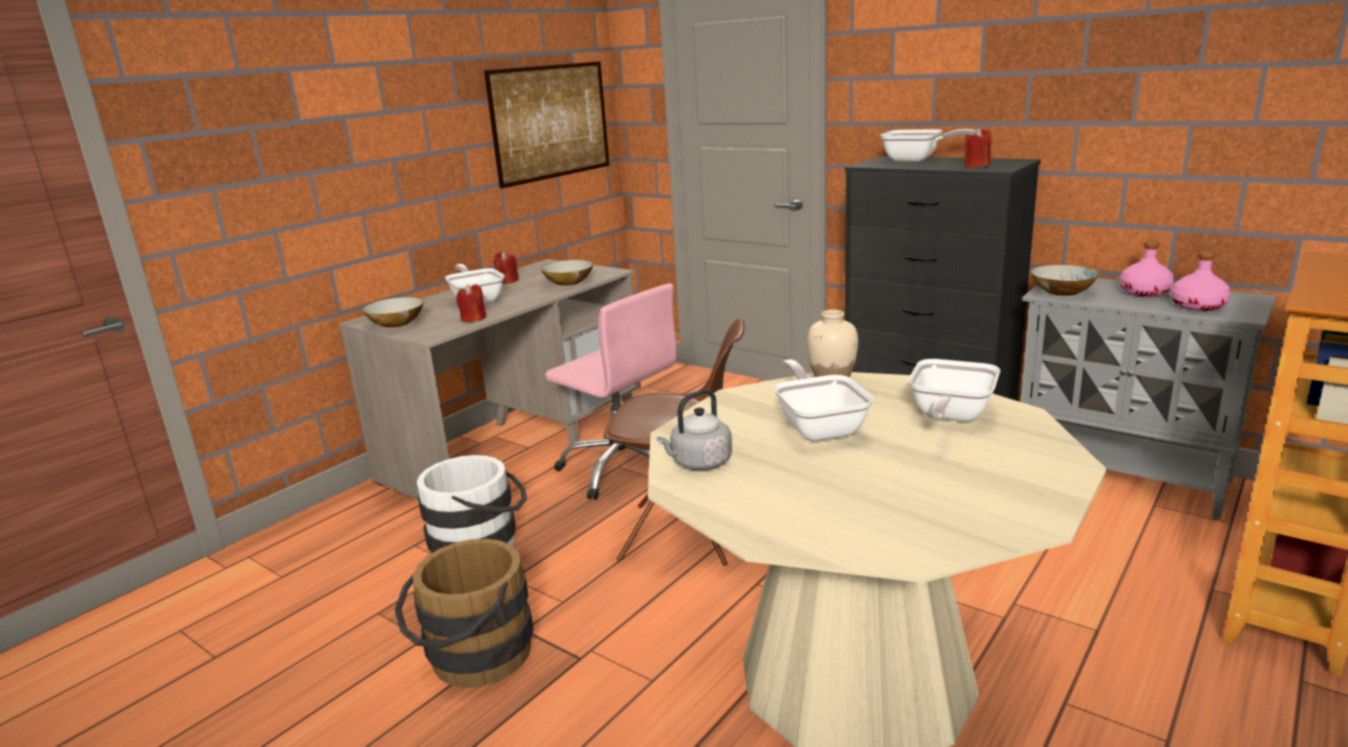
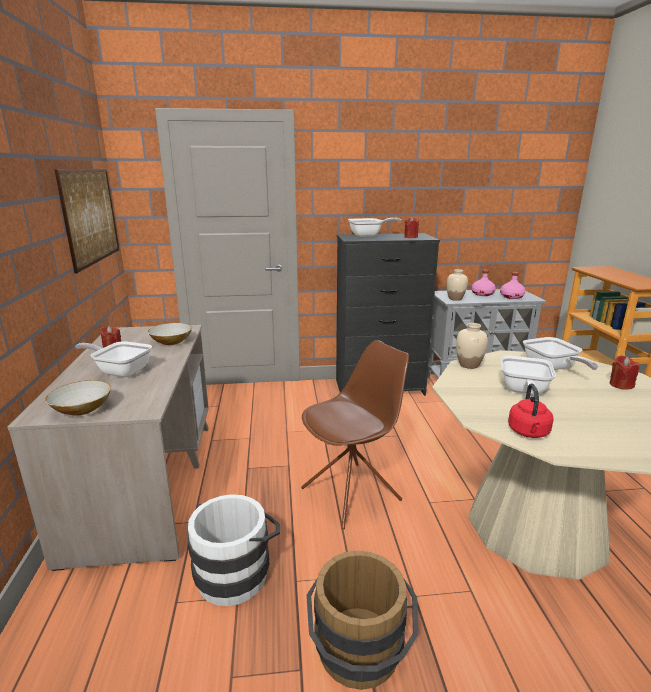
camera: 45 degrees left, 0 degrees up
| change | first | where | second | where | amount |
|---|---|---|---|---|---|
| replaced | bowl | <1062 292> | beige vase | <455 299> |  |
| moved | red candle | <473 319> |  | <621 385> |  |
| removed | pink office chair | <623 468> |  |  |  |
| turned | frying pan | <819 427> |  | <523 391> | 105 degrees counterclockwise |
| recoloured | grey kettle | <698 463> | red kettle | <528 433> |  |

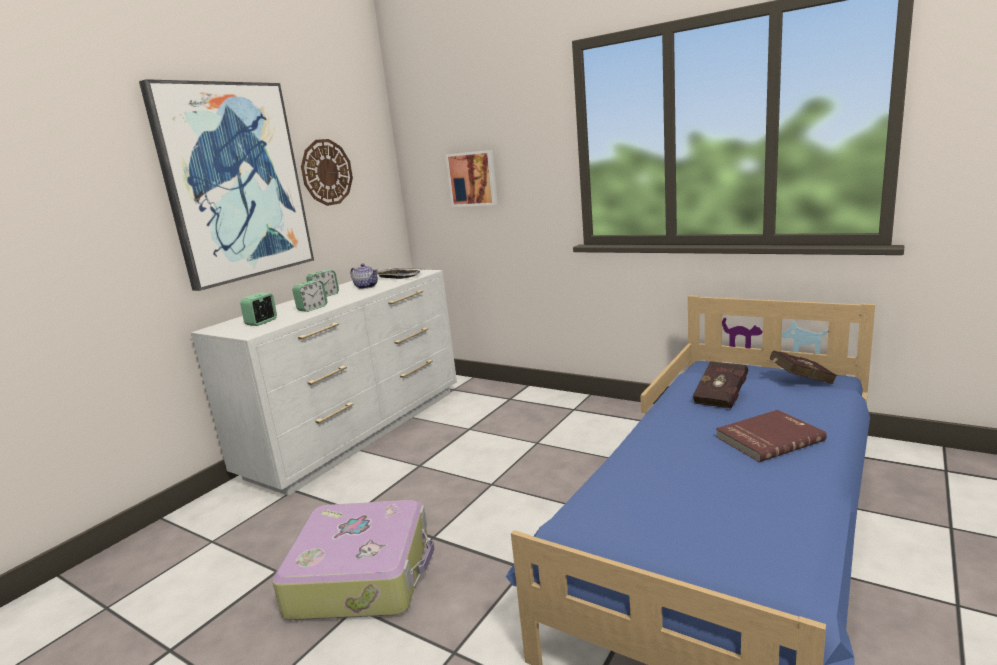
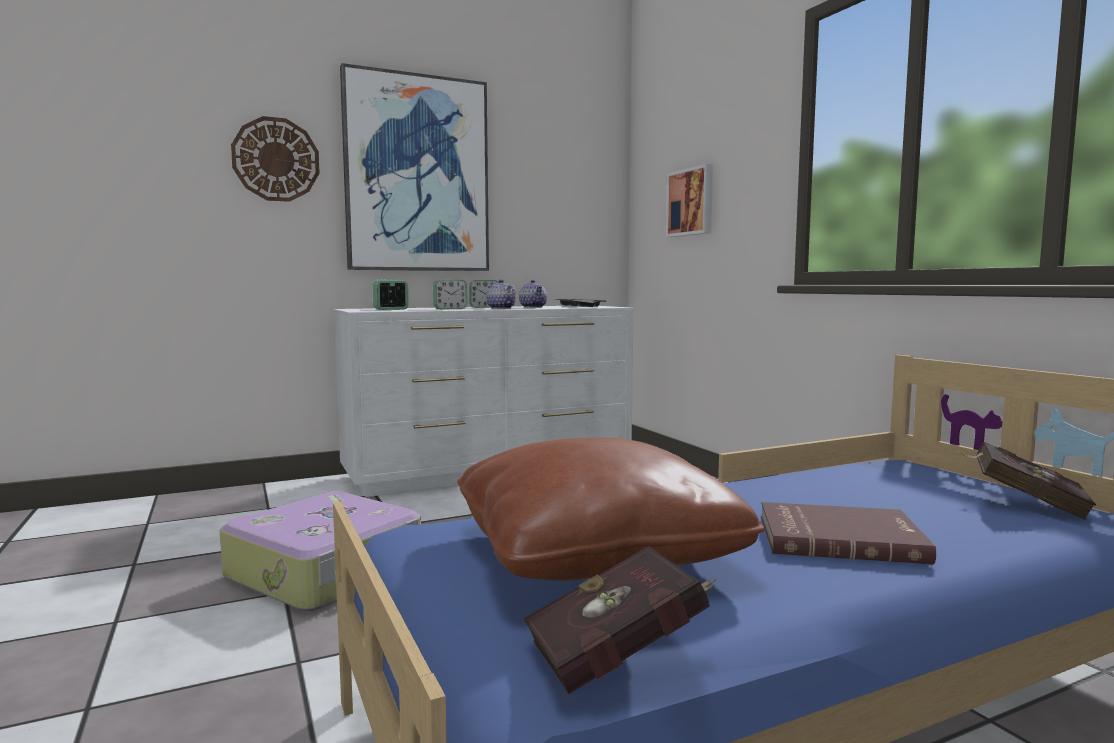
camera: 30 degrees right, 10 degrees down
| change | first | where | second | where | amount |
|---|---|---|---|---|---|
| moved | wall clock | <326 172> |  | <276 159> |  |
| moved | red book | <722 397> |  | <621 657> |  |
| added |  |  | teapot | <501 308> |  |
| added |  |  | brown pillow | <594 552> |  |

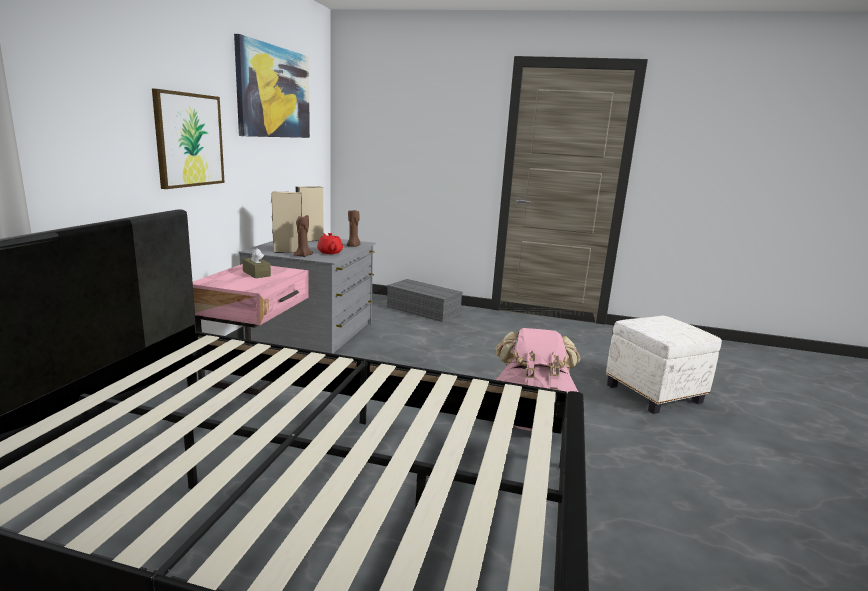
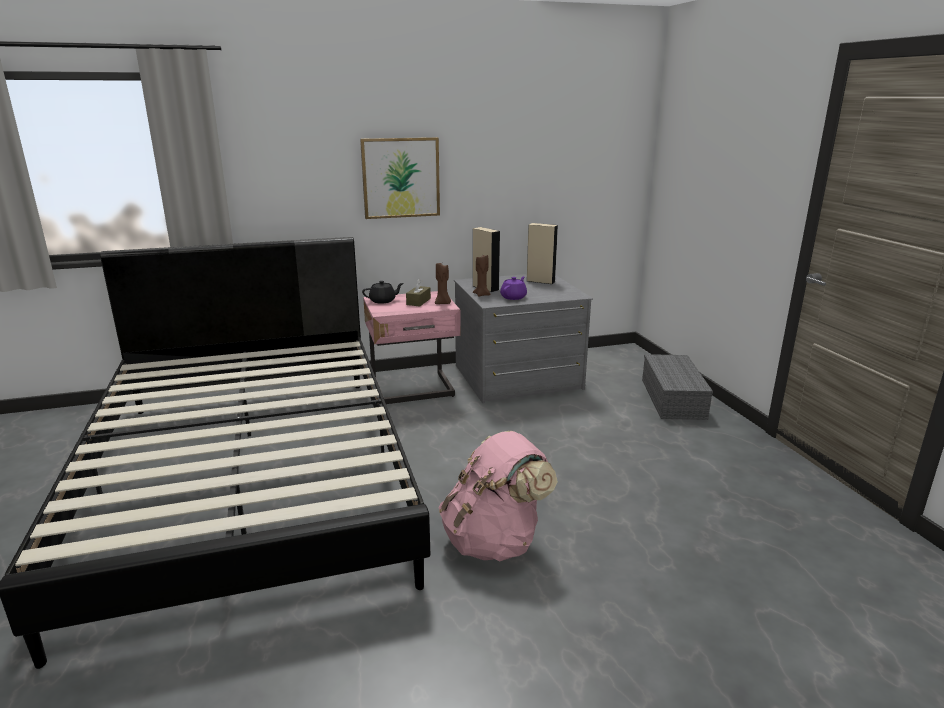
camera: 60 degrees right, 5 degrees up
| change | first | where | second | where | amount |
|---|---|---|---|---|---|
| removed | picture | <274 92> |  |  |  |
| moved | brown candle | <353 246> |  | <443 303> |  |
| recoloured | red teapot | <330 252> | purple teapot | <514 297> |  |
| removed | white ottoman | <654 393> |  |  |  |
| added |  |  | black teapot | <383 301> |  |

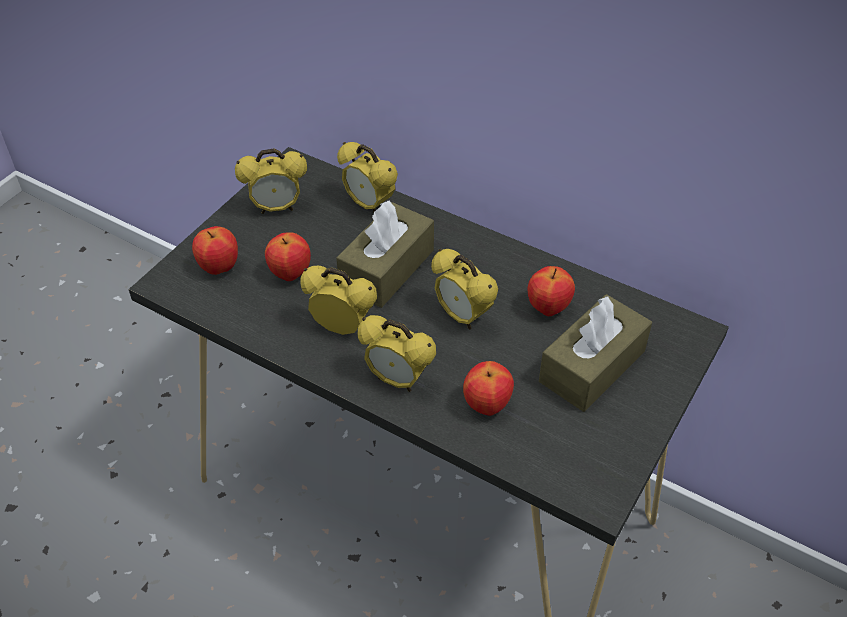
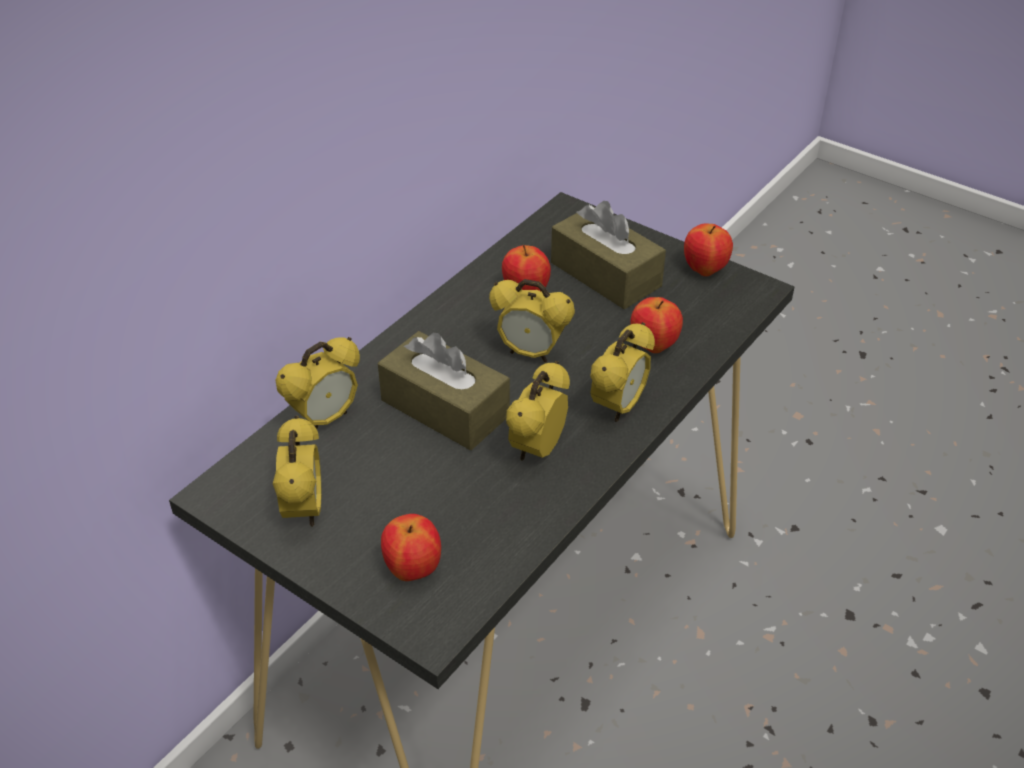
camera: 85 degrees left, 5 degrees down
| change | first | where | second | where | amount |
|---|---|---|---|---|---|
| moved | apple | <290 274> |  | <704 270> |  |
| turned | alarm clock | <462 317> |  | <531 353> | 60 degrees clockwise |

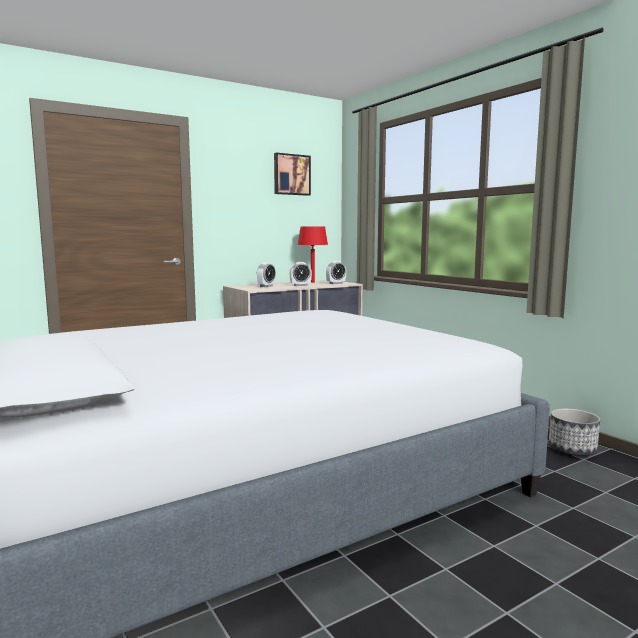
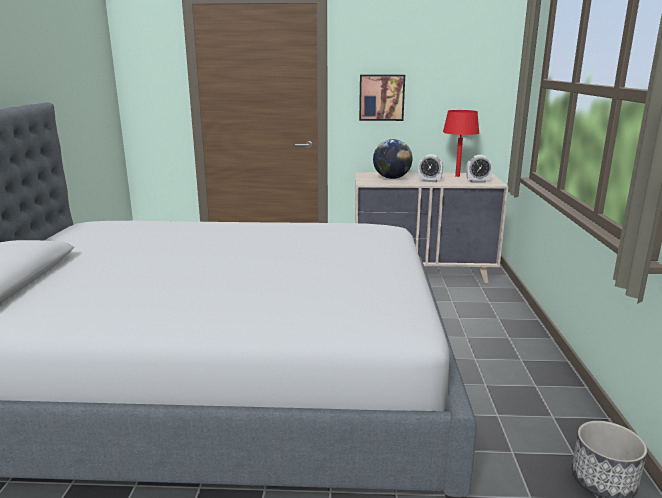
camera: 35 degrees right, 10 degrees up
| change | first | where | second | where | amount |
|---|---|---|---|---|---|
| moved | picture | <291 174> |  | <381 97> |  |
| replaced | alarm clock | <266 286> | globe | <392 178> |  |

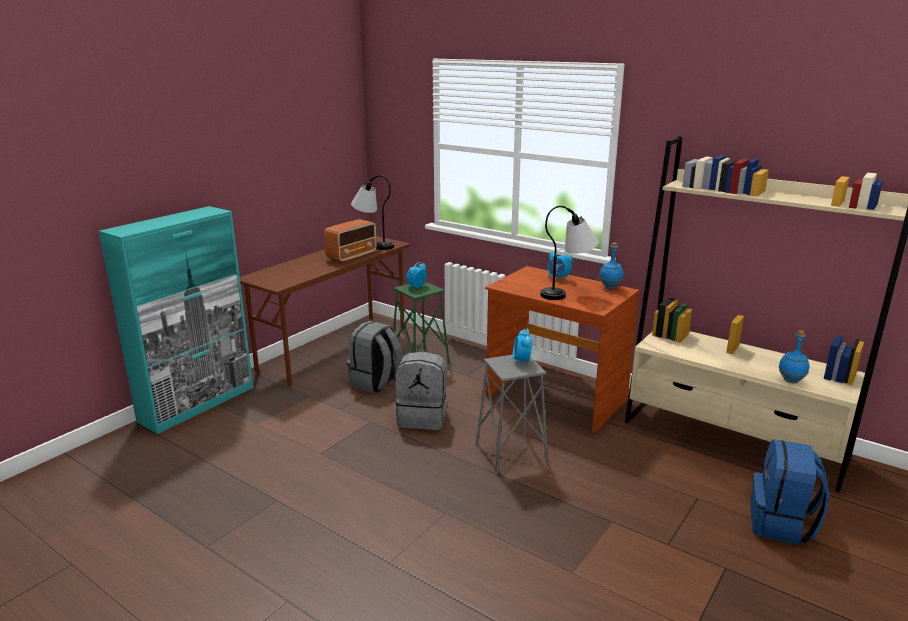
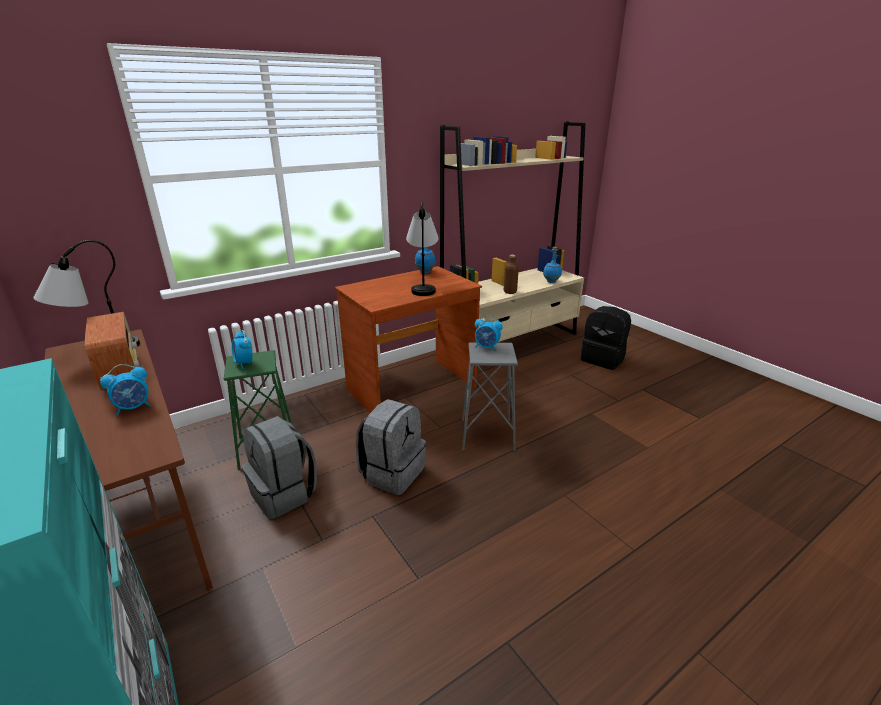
camera: 70 degrees left, 5 degrees up
| change | first | where | second | where | amount |
|---|---|---|---|---|---|
| moved | alarm clock | <558 278> |  | <134 408> |  |
| recoloured | blue backpack | <781 524> | black backpack | <603 359> |  |
| added |  |  | brown bottle | <510 292> |  |

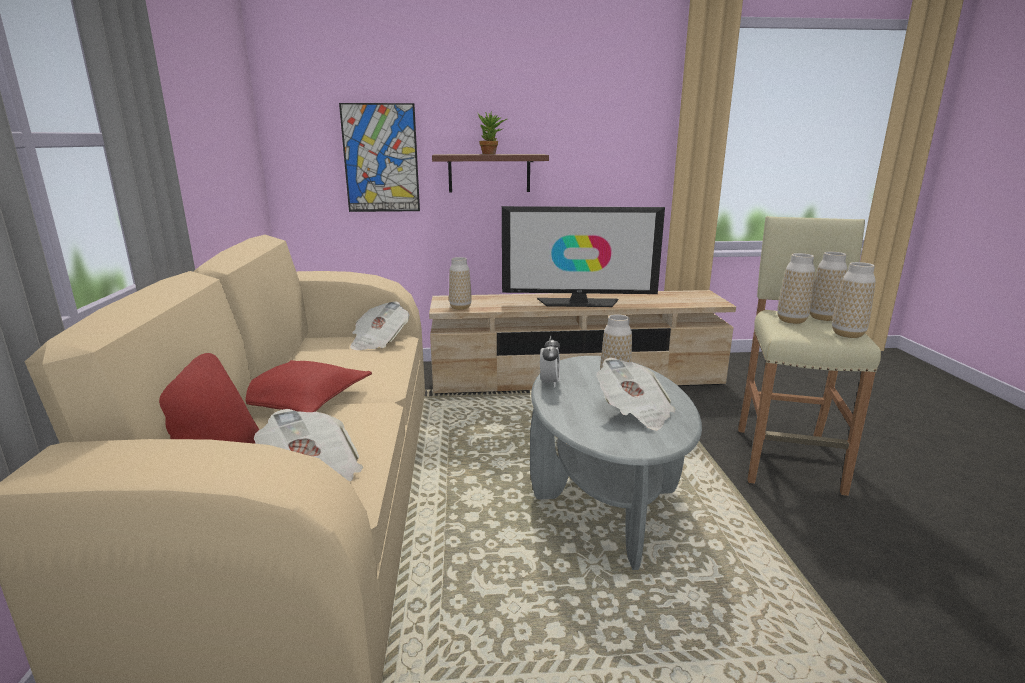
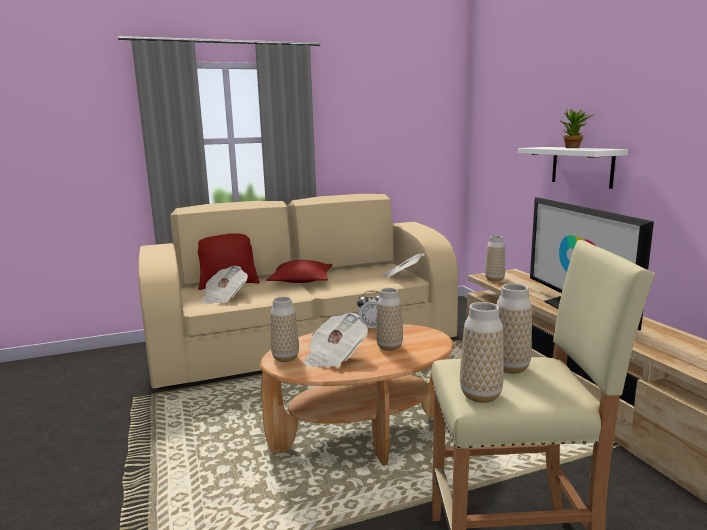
camera: 75 degrees right, 5 degrees down
| change | first | where | second | where | amount |
|---|---|---|---|---|---|
| removed | picture | <381 158> |  |  |  |
| recoloured | brown shelf | <489 173> | white shelf | <582 166> |  |
| moved | vase | <823 318> |  | <285 358> |  |
| recoloured | grey coffee table | <605 495> | brown coffee table | <361 433> |  |

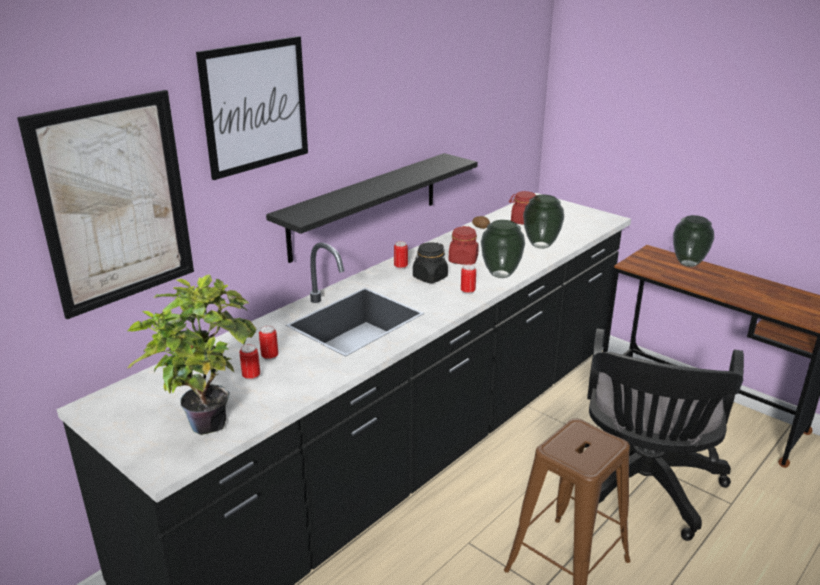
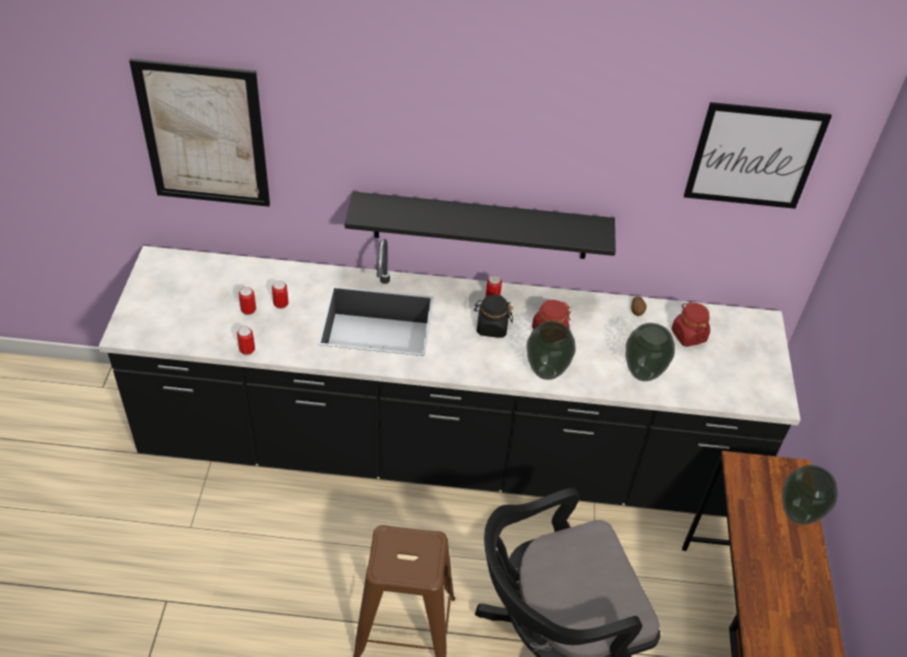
camera: 50 degrees right, 20 degrees up
| change | first | where | second | where | amount |
|---|---|---|---|---|---|
| moved | picture | <255 106> |  | <754 156> |  |
| moved | can | <468 292> |  | <247 350> |  |
| removed | potted plant | <206 419> |  |  |  |

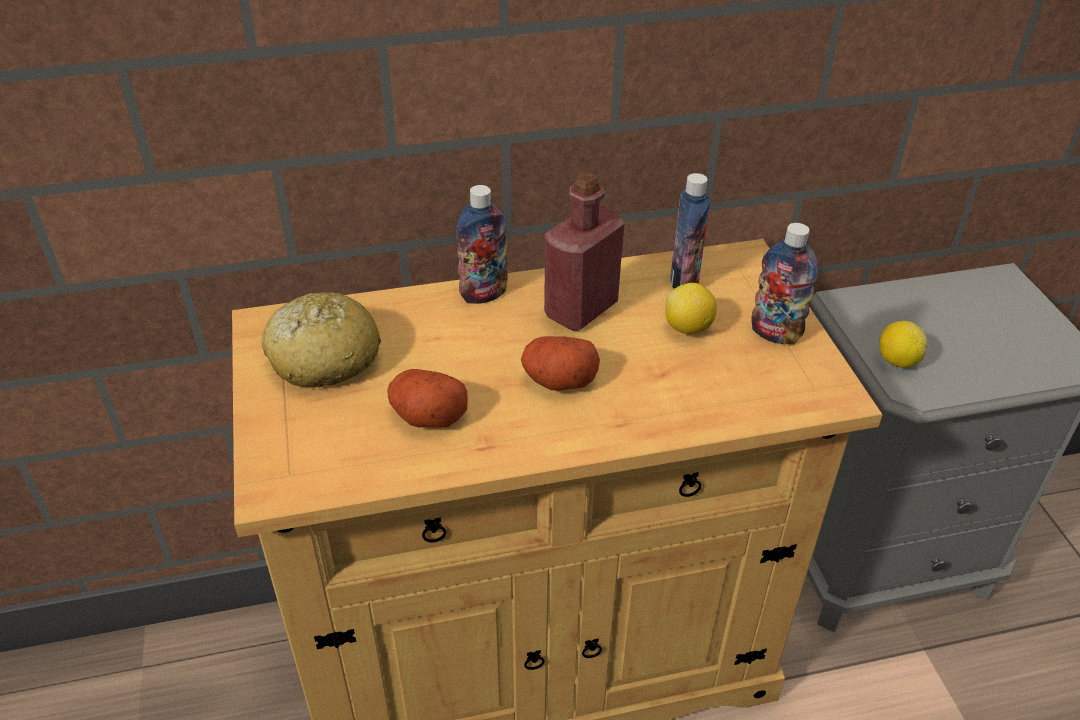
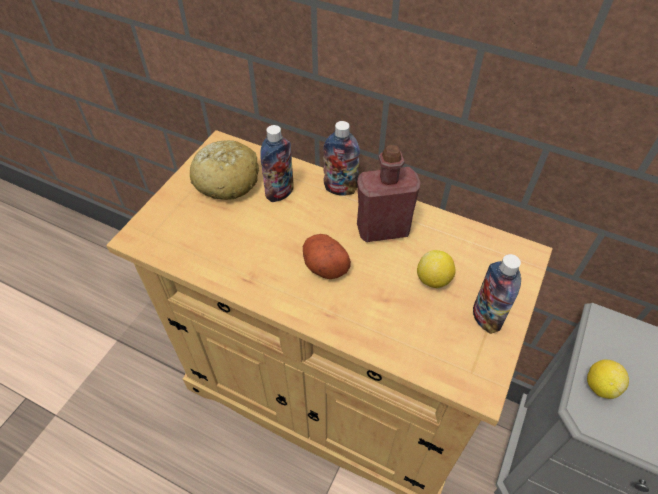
camera: 40 degrees right, 10 degrees up
| change | first | where | second | where | amount |
|---|---|---|---|---|---|
| moved | bottle | <684 281> |  | <280 193> |  |
| removed | potato | <427 415> |  |  |  |

